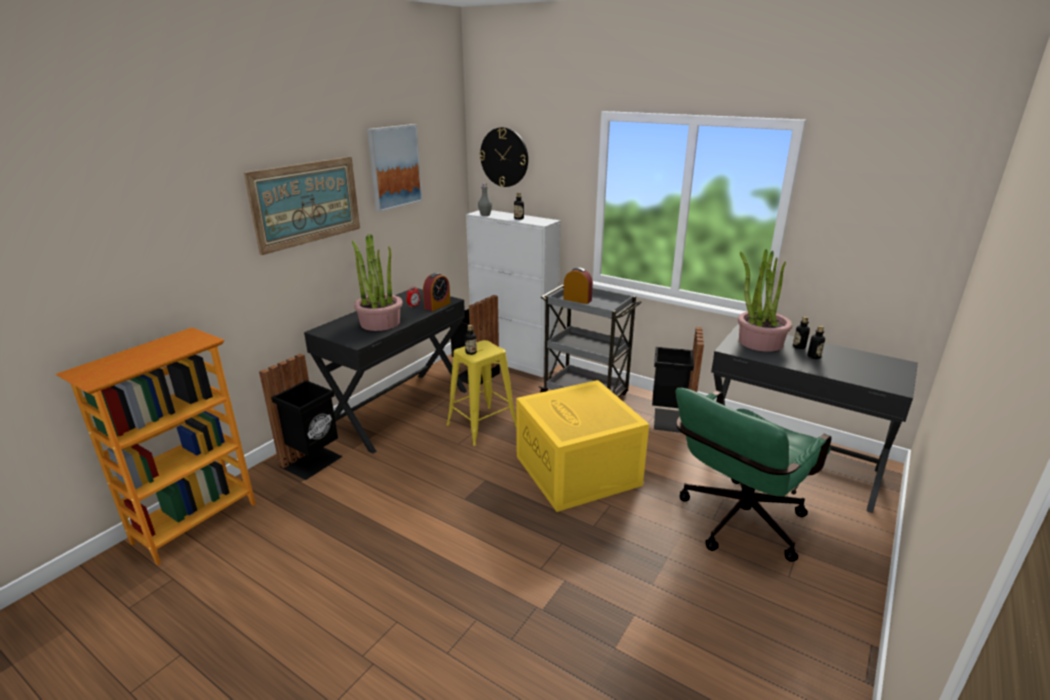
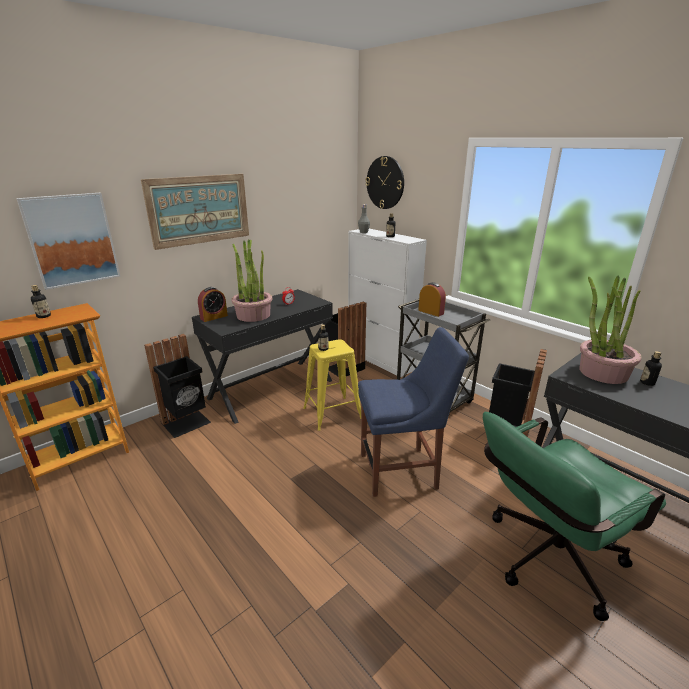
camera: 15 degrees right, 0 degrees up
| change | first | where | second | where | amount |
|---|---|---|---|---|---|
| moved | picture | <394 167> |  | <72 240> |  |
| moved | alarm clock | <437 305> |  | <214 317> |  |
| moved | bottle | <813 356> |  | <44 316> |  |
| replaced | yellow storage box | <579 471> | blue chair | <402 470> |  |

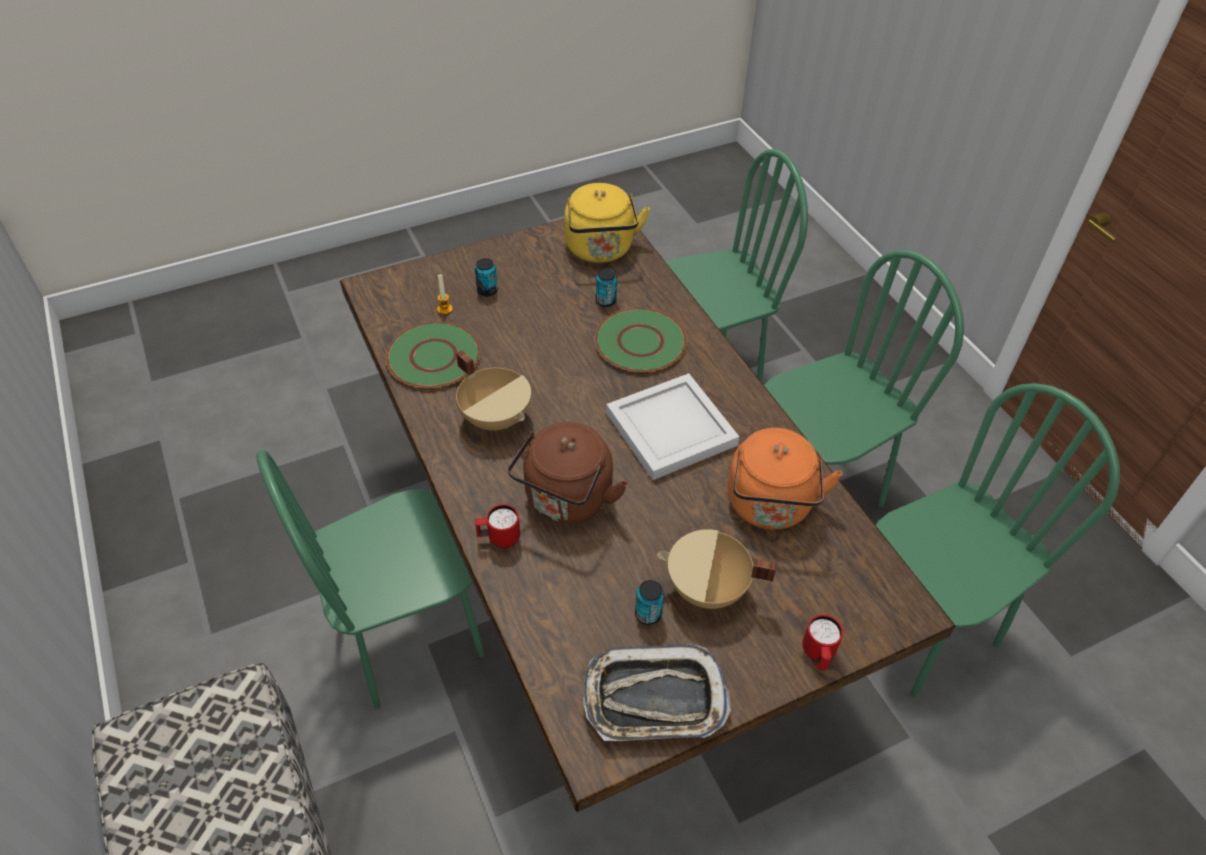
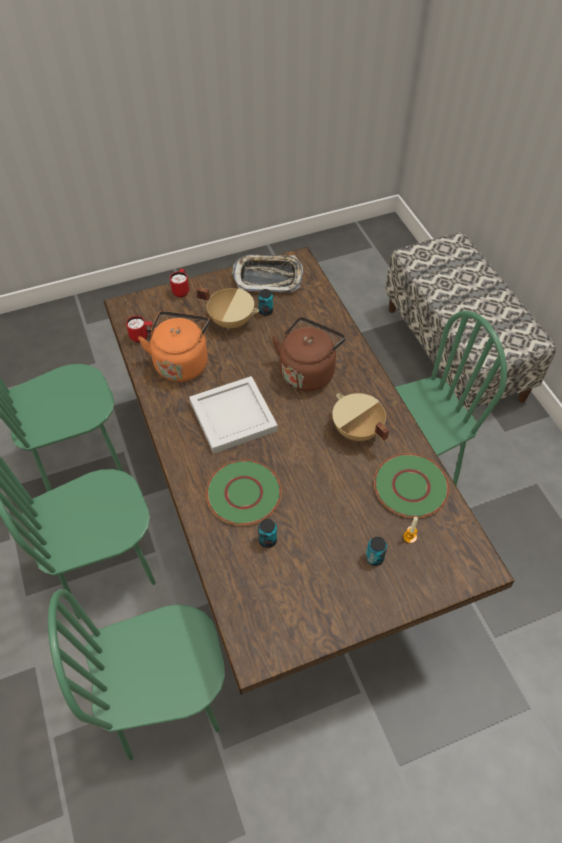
camera: 175 degrees left, 5 degrees up
| change | first | where | second | where | amount |
|---|---|---|---|---|---|
| removed | yellow kettle | <600 250> |  |  |  |
| moved | red mug | <499 539> |  | <142 337> |  |

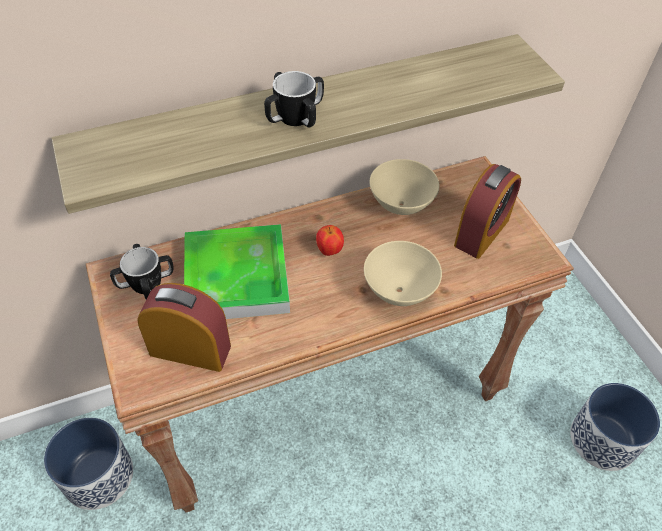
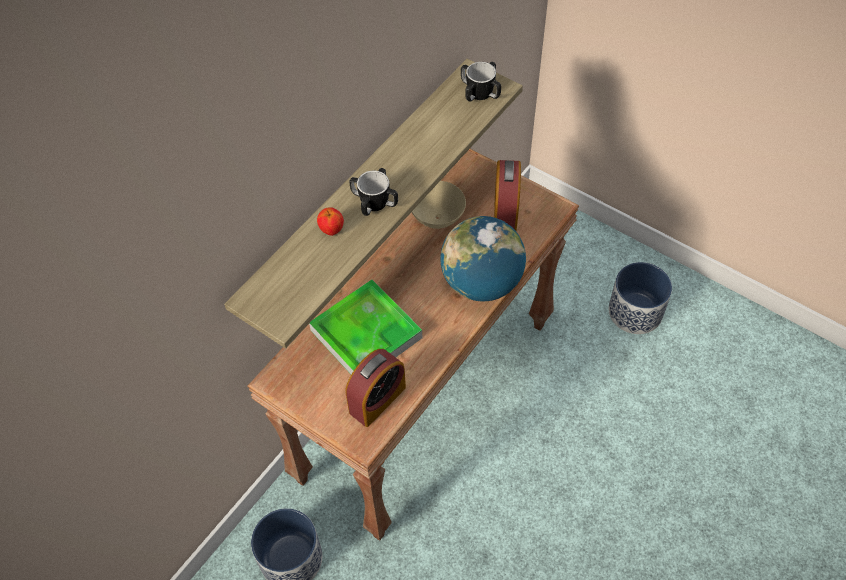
camera: 30 degrees left, 5 degrees up
| change | first | where | second | where | amount |
|---|---|---|---|---|---|
| moved | apple | <329 251> |  | <331 230> |  |
| replaced | beige bowl | <399 291> | globe | <481 283> |  |
| moved | mug | <146 284> |  | <480 93> |  |
| turned | alarm clock | <190 350> |  | <377 399> | 150 degrees clockwise |

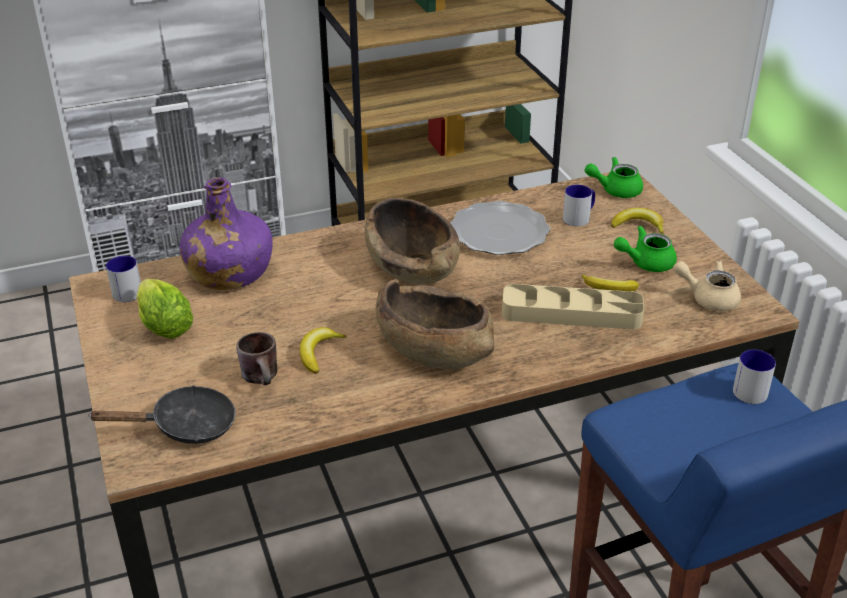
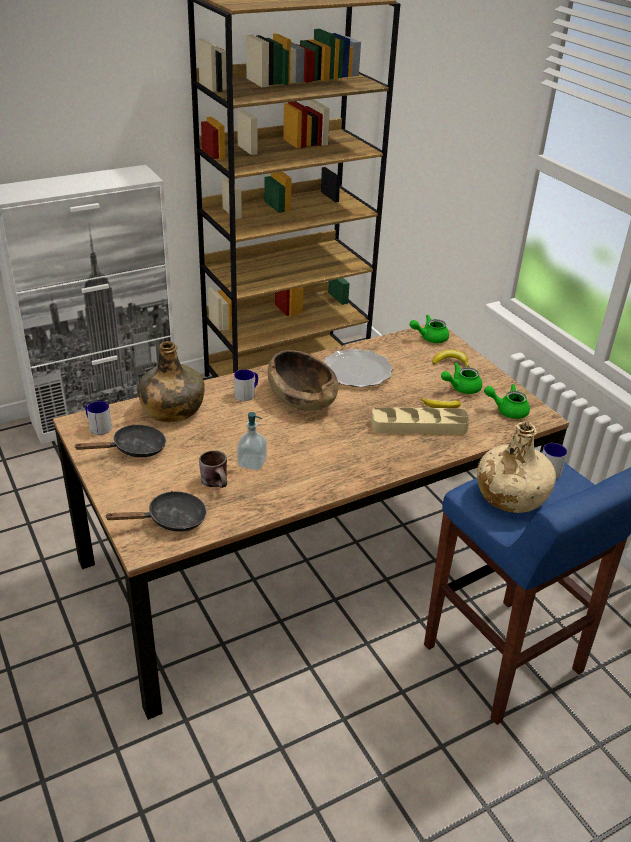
camera: 10 degrees left, 0 degrees up
| change | first | where | second | where | amount |
|---|---|---|---|---|---|
| recoloured | purple bottle | <229 273> | green bottle | <172 409> |  |
| moved | mug | <579 217> |  | <247 393> |  |
| recoloured | beige teapot | <708 298> | green teapot | <507 410> |  |
| replaced | lettuce | <163 324> | black frying pan | <134 449> |  |
| removed | brown bowl | <432 347> |  |  |  |
| replaced | banana | <319 353> | soap dispenser | <252 463> |  |
| added |  |  | beige bottle | <510 496> |  |

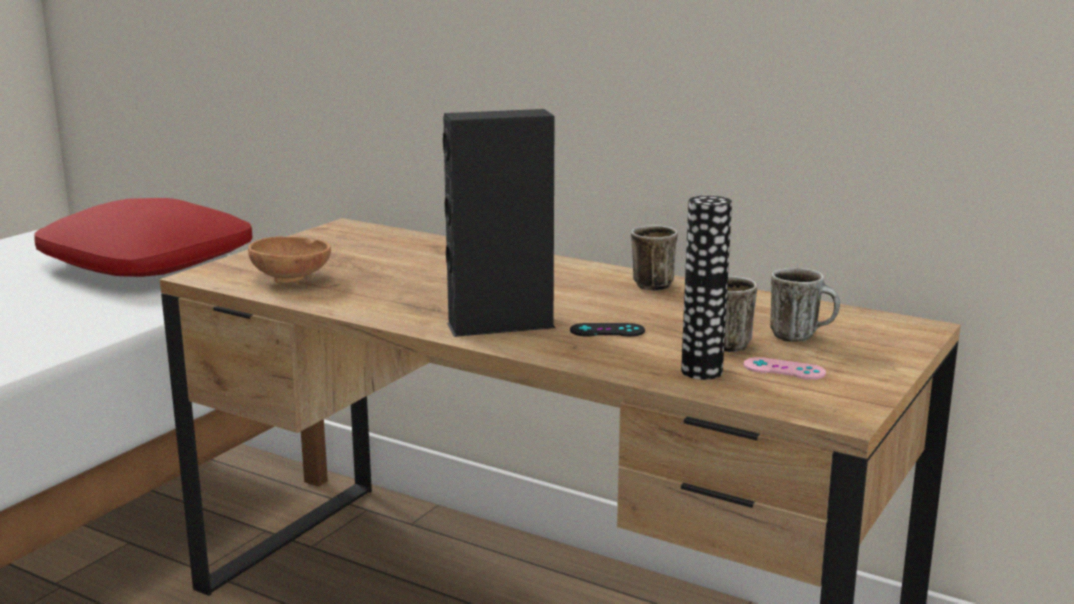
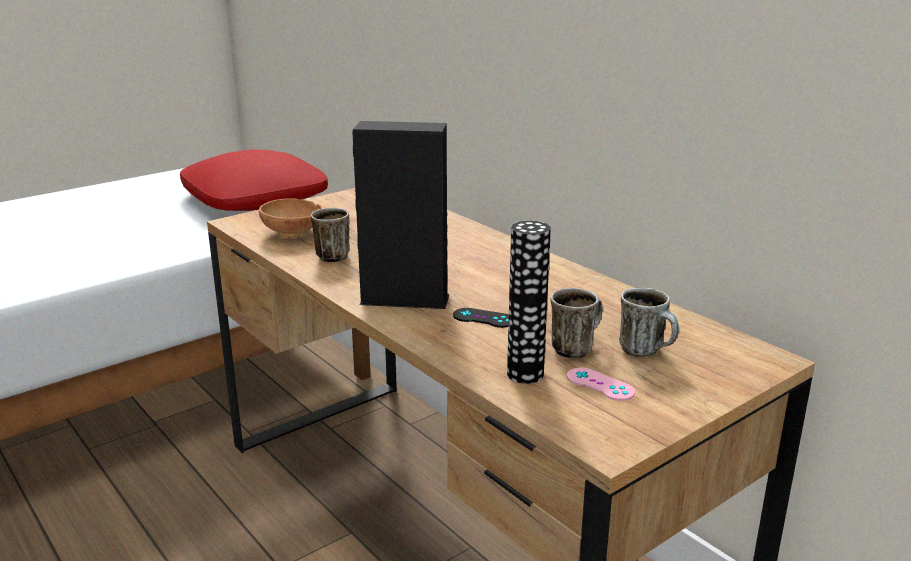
camera: 20 degrees right, 5 degrees up
| change | first | where | second | where | amount |
|---|---|---|---|---|---|
| moved | mug | <648 284> |  | <332 255> |  |

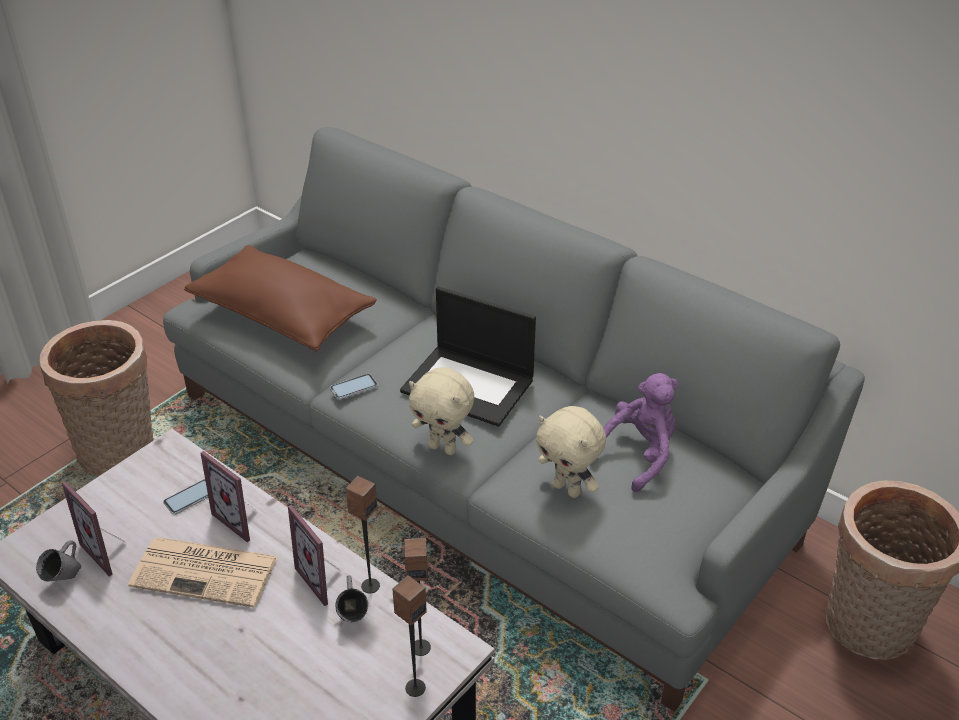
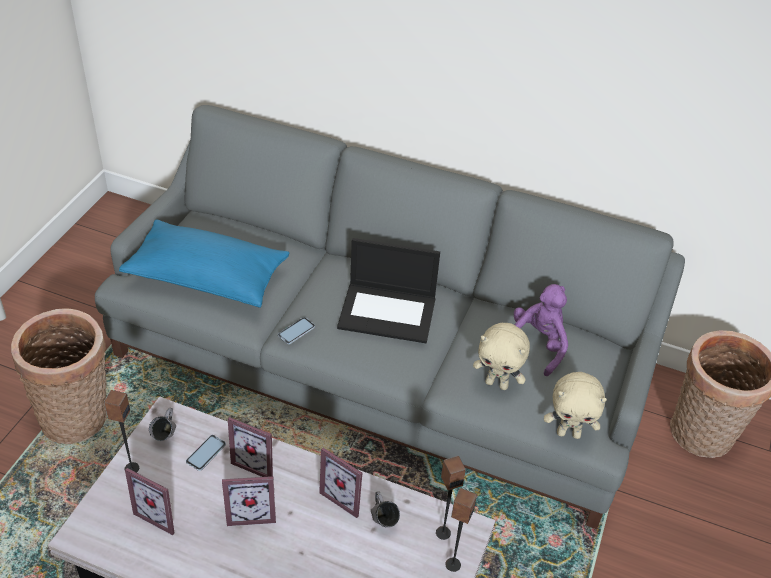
camera: 20 degrees left, 5 degrees up
| change | first | where | second | where | amount |
|---|---|---|---|---|---|
| recoloured | brown pillow | <282 316> | blue pillow | <207 278> |  |
| moved | beige plush toy | <443 448> |  | <569 433> |  |
| moved | speaker | <370 585> |  | <131 468> |  |
| replaced | newspaper | <207 571> | picture frame | <251 512> |  |
| moved | grey mug | <65 579> |  | <166 438> |  |

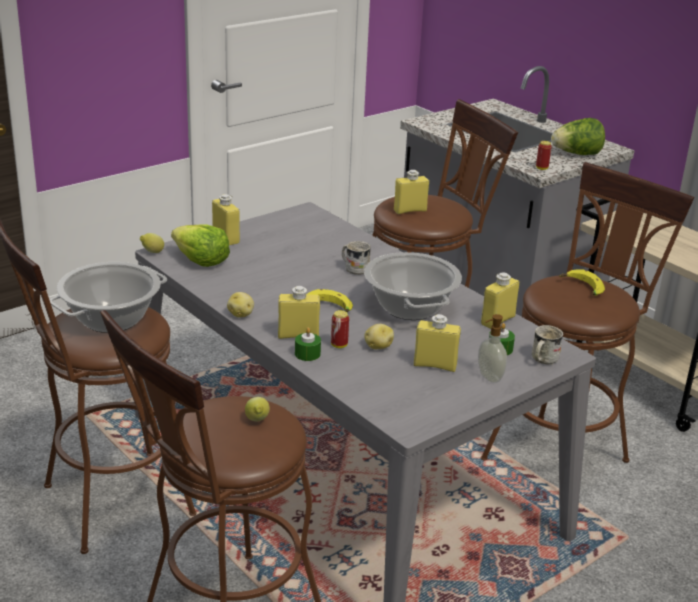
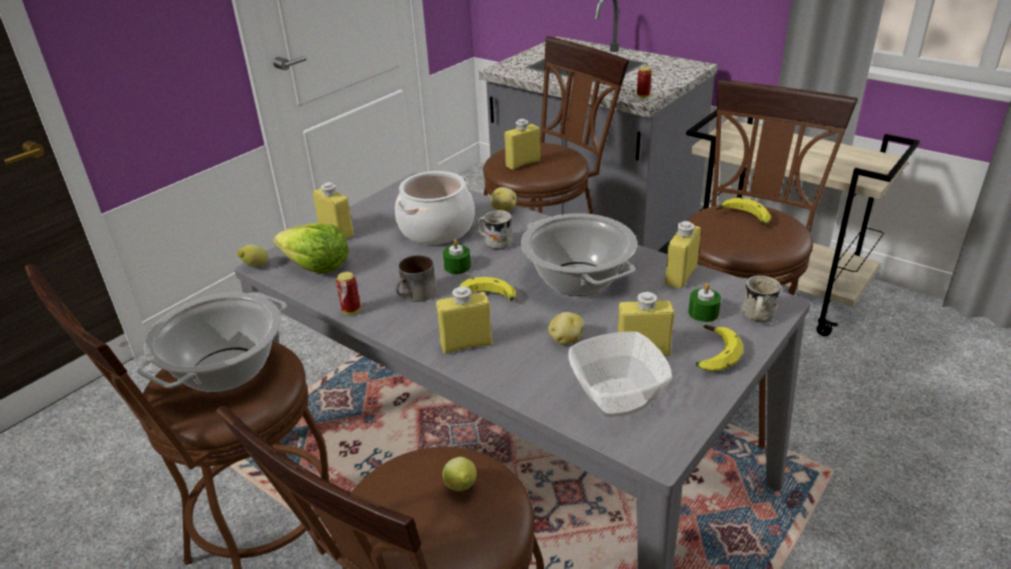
camera: 10 degrees left, 5 degrees up
| change | first | where | second | where | amount |
|---|---|---|---|---|---|
| removed | lettuce | <576 154> |  |  |  |
| moved | potato | <241 314> |  | <504 209> |  |
| moved | can | <339 345> |  | <351 310> |  |
| replaced | soap dispenser | <488 377> | banana | <711 354> |  |
| moved | green candle | <307 354> |  | <457 267> |  |
| added |  |  | cooking pot | <436 228> |  |
| added |  |  | mug | <416 295> |  |
| added |  |  | bowl | <618 398> |  |

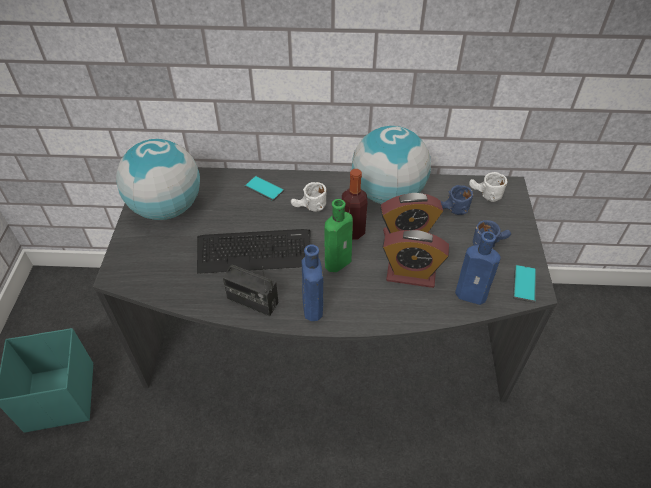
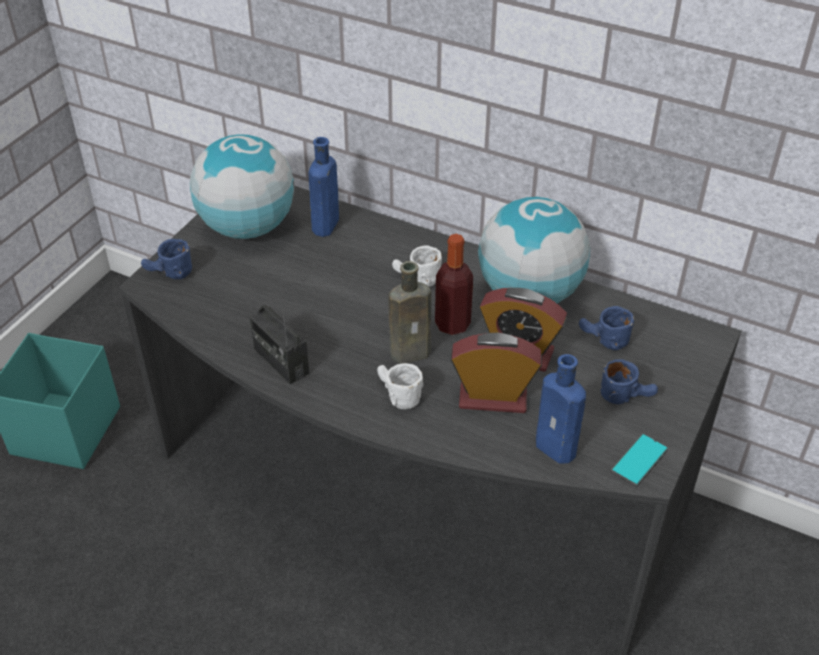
camera: 25 degrees right, 5 degrees down
| change | first | where | second | where | amount |
|---|---|---|---|---|---|
| moved | white mug | <484 195> |  | <396 395> |  |
| removed | phone | <264 188> |  |  |  |
| recoloured | green bottle | <339 261> | brown bottle | <413 352> |  |
| removed | keyboard | <254 251> |  |  |  |
| turned | alarm clock | <411 275> |  | <493 398> | 150 degrees clockwise |
| moved | blue bottle | <313 310> |  | <325 227> |  |
| added |  |  | blue mug | <168 274> |  |

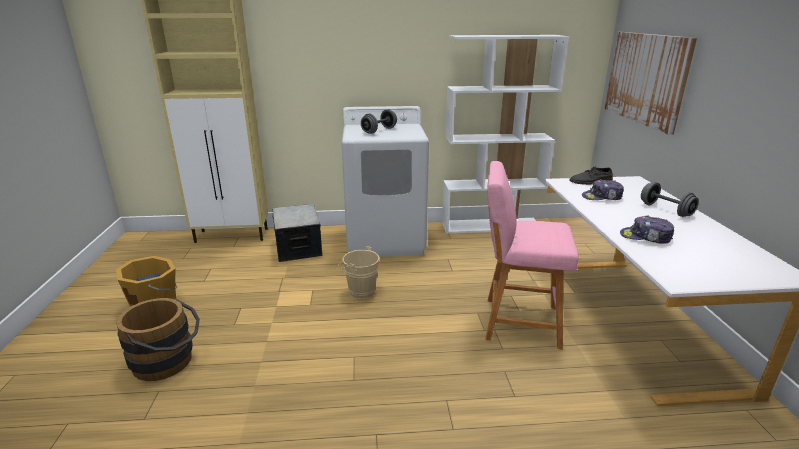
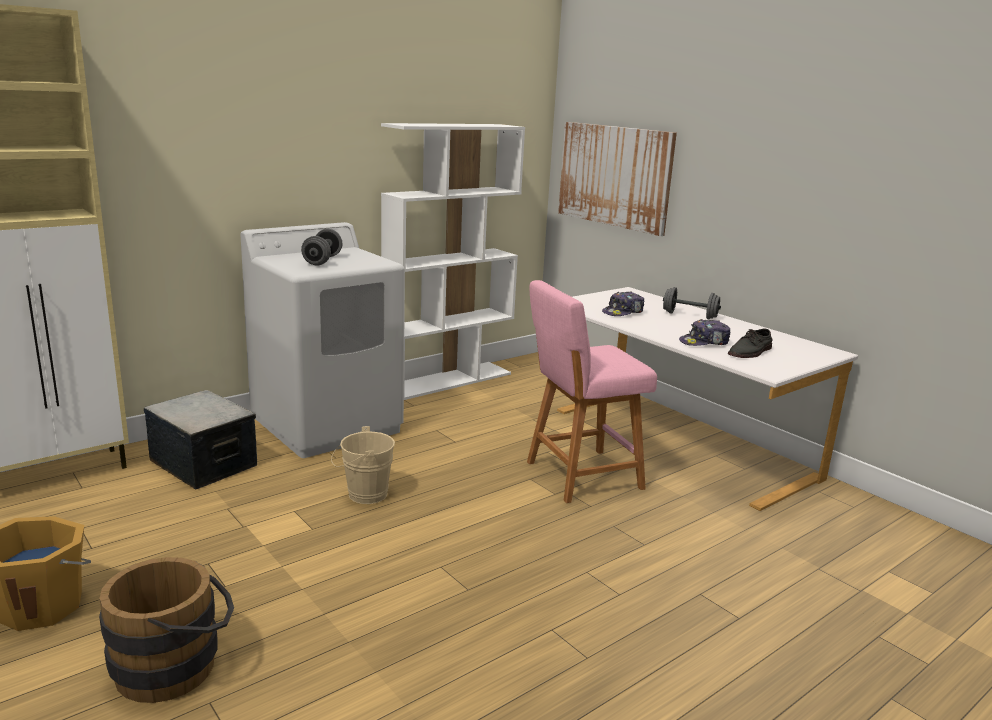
camera: 35 degrees left, 5 degrees down
| change | first | where | second | where | amount |
|---|---|---|---|---|---|
| moved | grey shoe | <591 182> |  | <750 352> |  |

